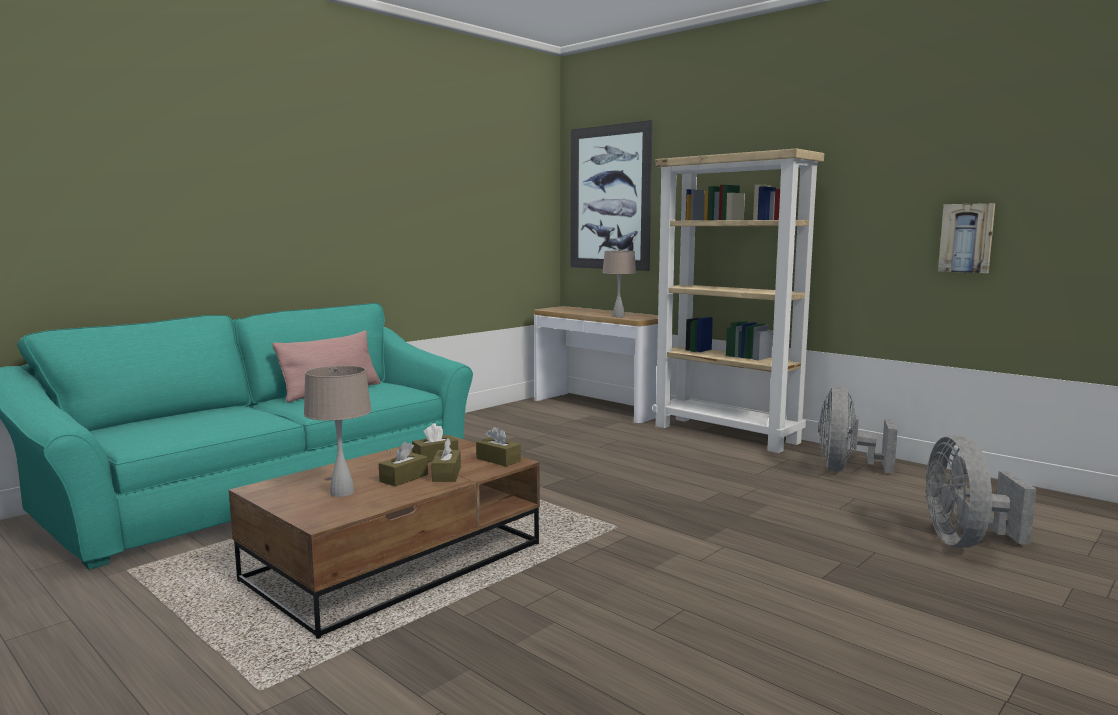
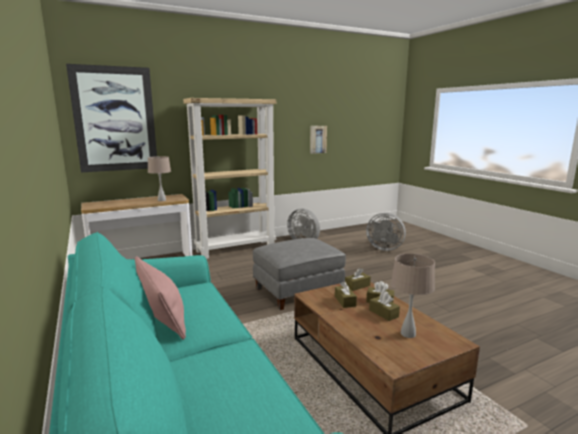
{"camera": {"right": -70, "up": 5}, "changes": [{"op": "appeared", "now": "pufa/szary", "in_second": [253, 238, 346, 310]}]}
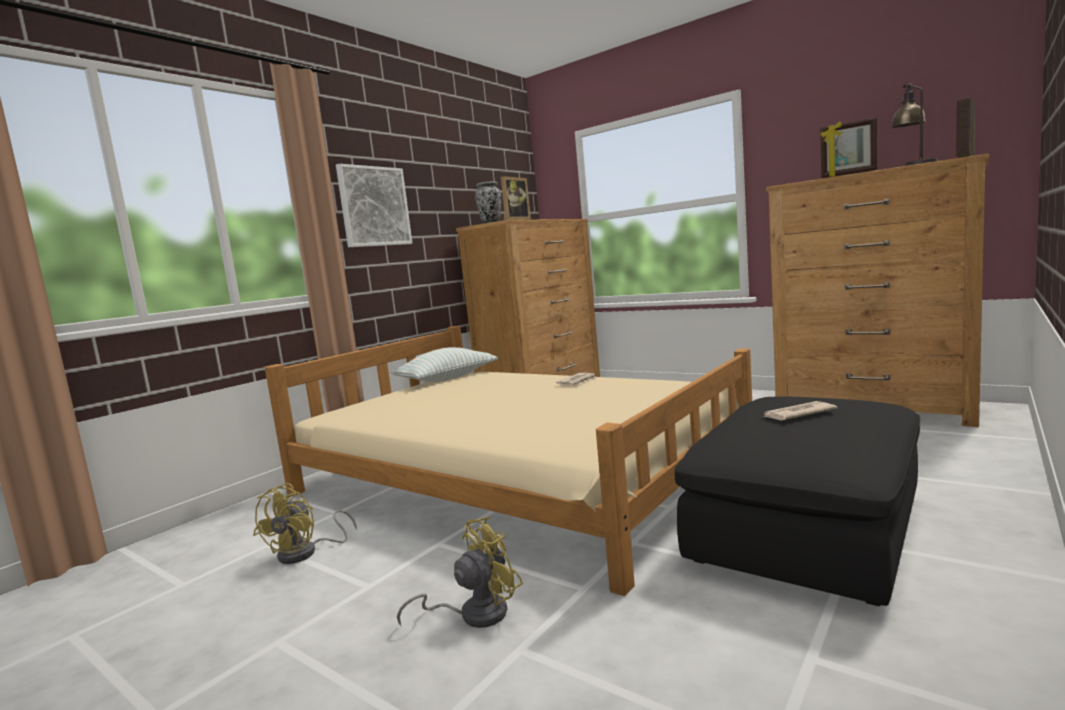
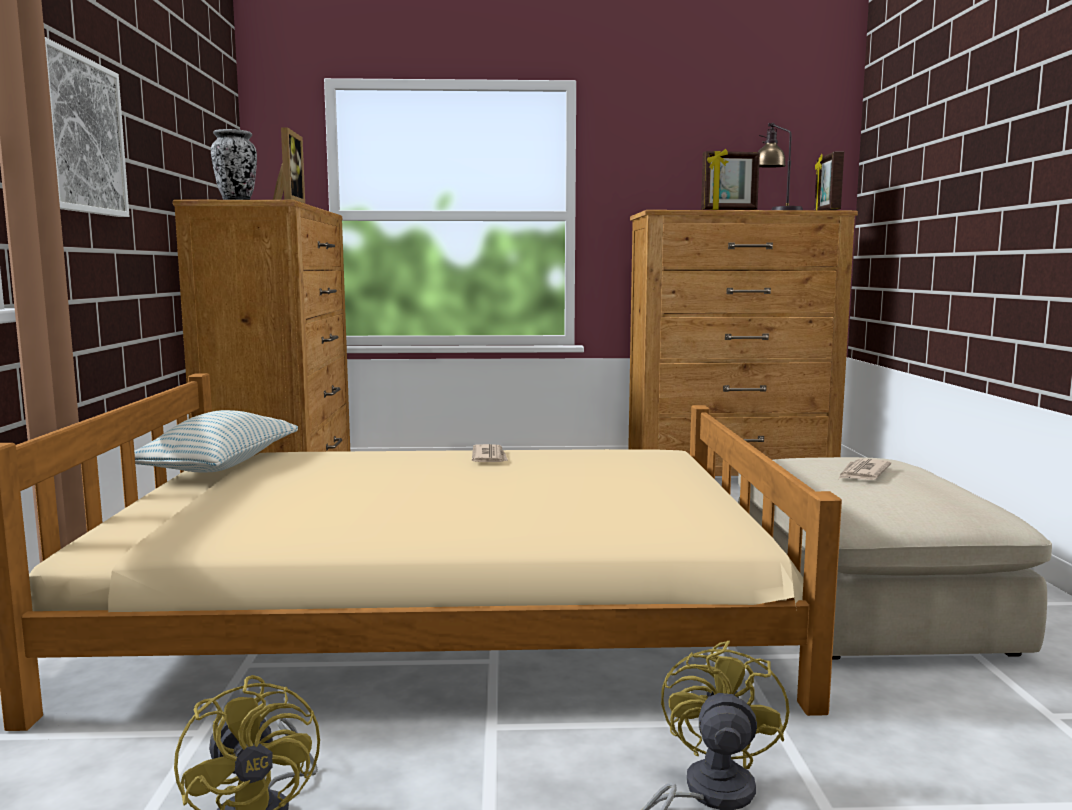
{"camera": {"right": -40, "up": 0}, "changes": [{"op": "colour", "was": "pufa/czarny", "now": "pufa/beżowy", "in_first": [675, 396, 920, 606], "in_second": [738, 457, 1052, 660]}]}
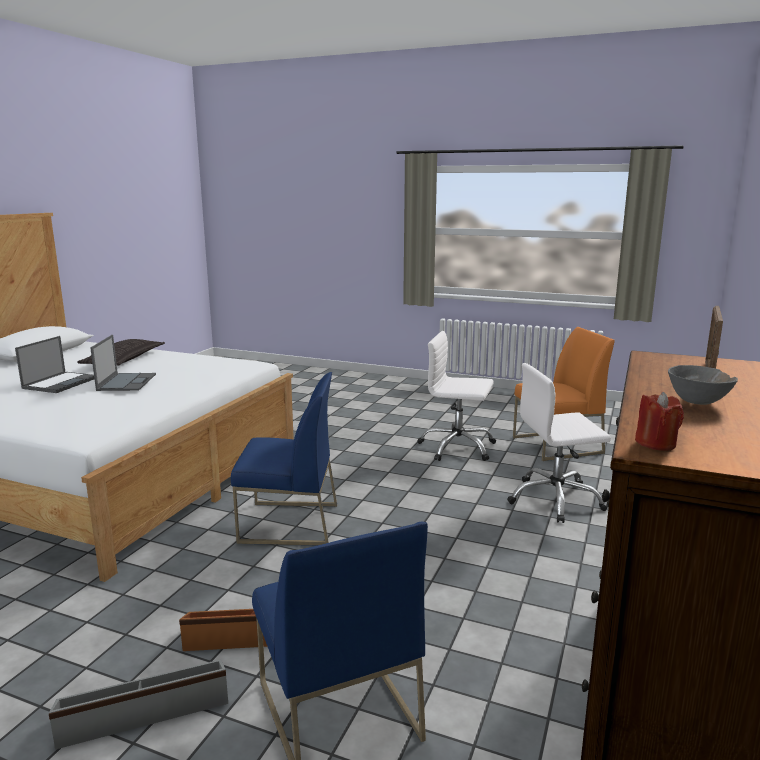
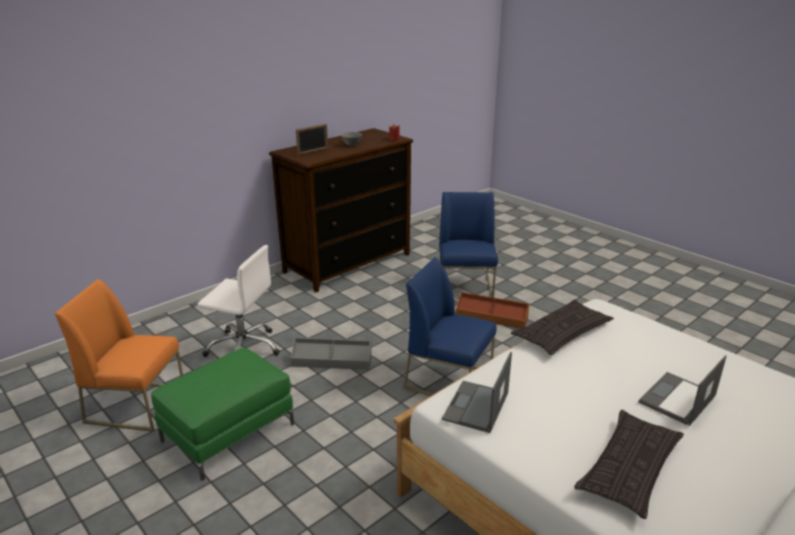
{"camera": {"right": -155, "up": 10}, "changes": [{"op": "relocated", "was": "pojemnik do przechowywania/szary", "in_first": [49, 659, 228, 750], "in_second": [291, 337, 372, 370]}, {"op": "relocated", "was": "laptop", "in_first": [90, 335, 156, 391], "in_second": [442, 352, 512, 433]}, {"op": "exchanged", "was": "krzesło biurowe/biały", "now": "pufa/zielony", "in_first": [417, 331, 496, 461], "in_second": [151, 348, 294, 481]}, {"op": "appeared", "now": "poduszka", "in_second": [511, 300, 614, 355]}]}
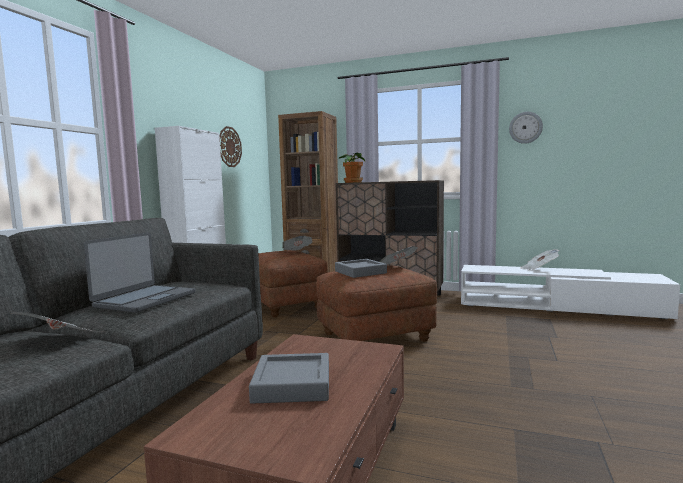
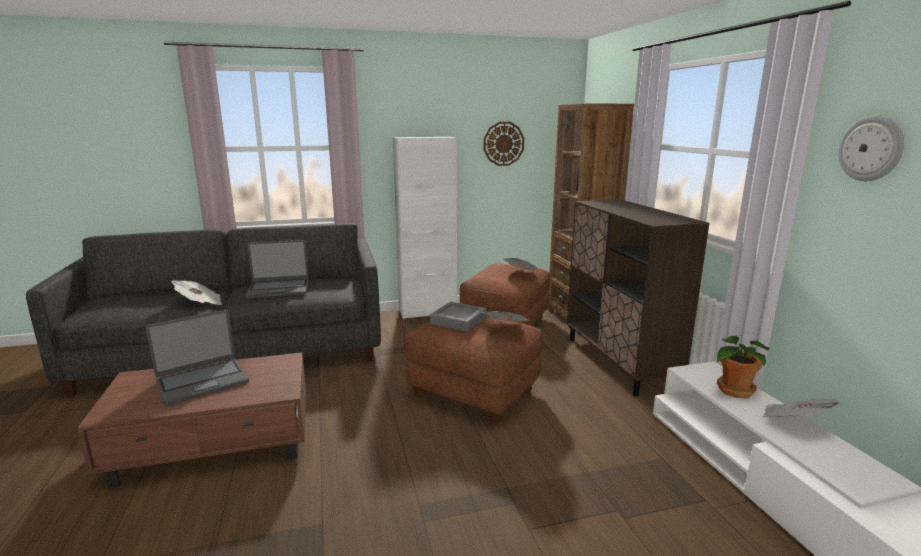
{"camera": {"right": 55, "up": 10}, "changes": [{"op": "exchanged", "was": "taca/szary", "now": "laptop", "in_first": [249, 353, 329, 404], "in_second": [146, 310, 249, 405]}, {"op": "relocated", "was": "roślina doniczkowa", "in_first": [339, 153, 365, 183], "in_second": [717, 336, 770, 398]}]}
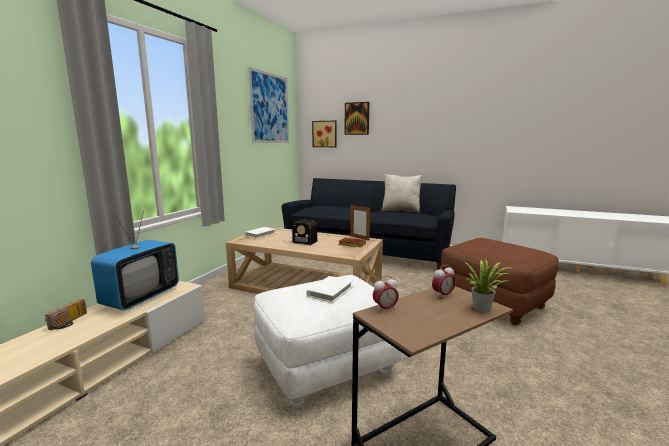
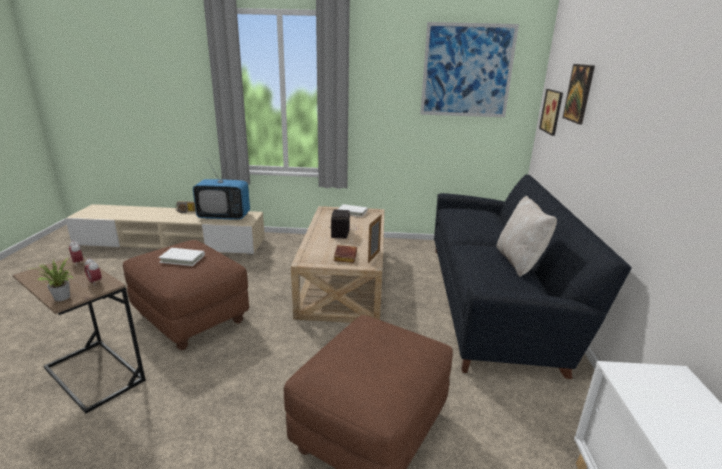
{"camera": {"right": 70, "up": 10}, "changes": [{"op": "colour", "was": "pufa/biały", "now": "pufa/brązowy", "in_first": [254, 275, 402, 409], "in_second": [123, 240, 249, 350]}]}
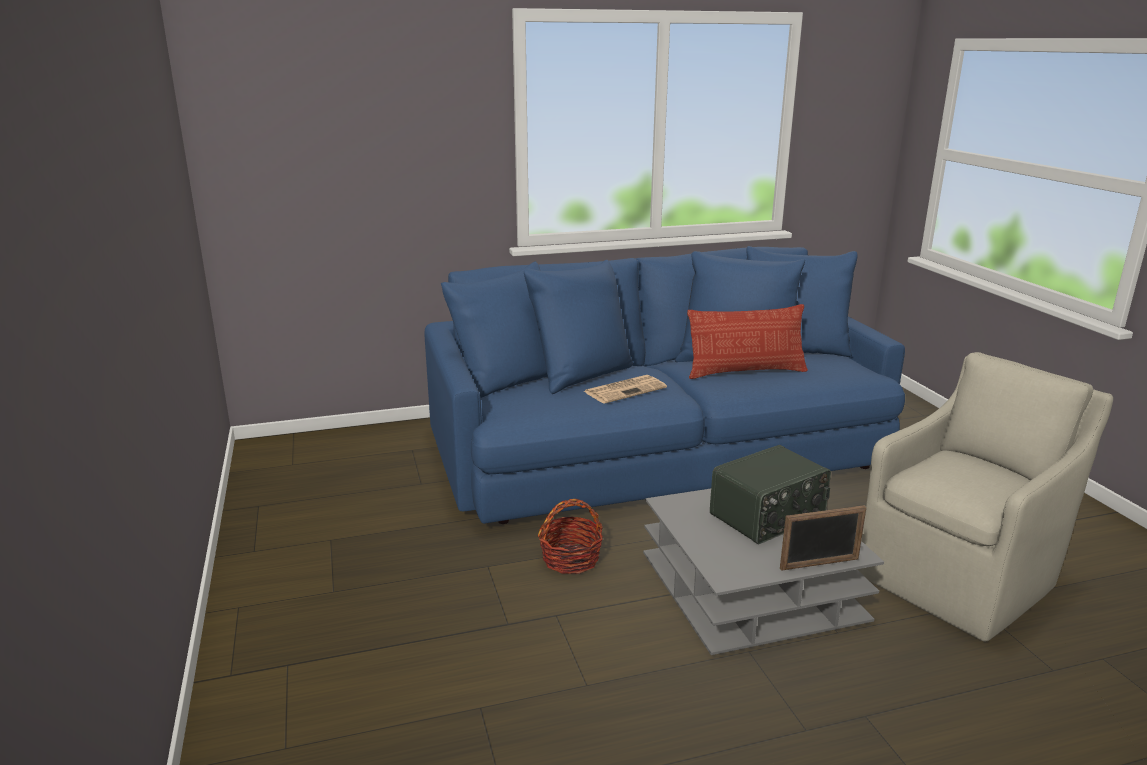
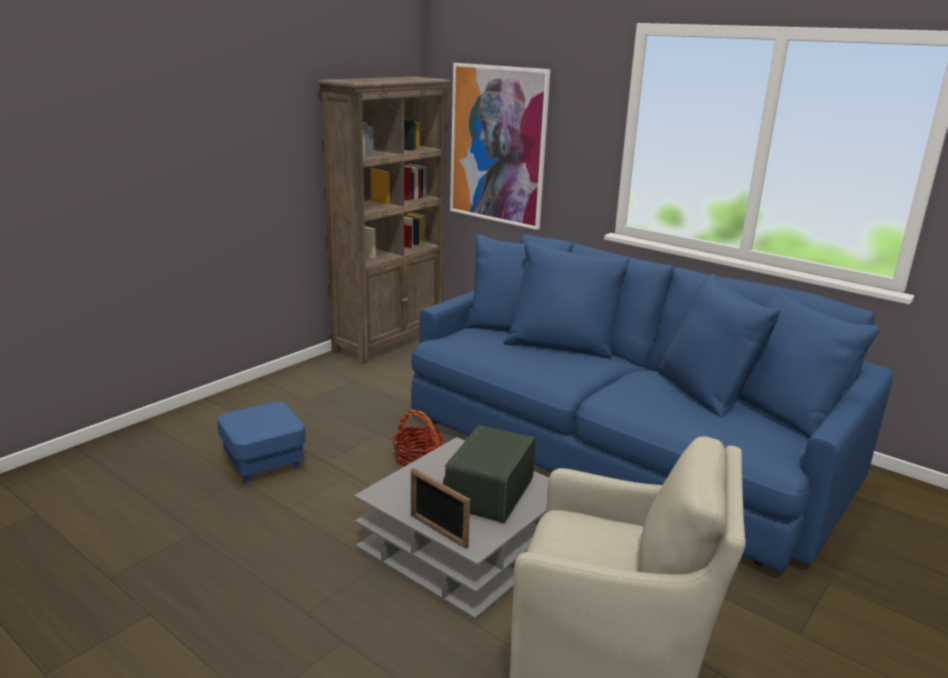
{"camera": {"right": 55, "up": 0}, "changes": [{"op": "missing", "was": "gazeta", "in_first": [583, 375, 667, 404]}, {"op": "missing", "was": "poduszka", "in_first": [687, 304, 808, 379]}, {"op": "spun", "was": "radio", "in_first": [710, 445, 831, 544], "in_second": [443, 425, 536, 523], "clockwise": 90}, {"op": "appeared", "now": "pufa/niebieski", "in_second": [217, 402, 306, 483]}, {"op": "appeared", "now": "regał/brązowy", "in_second": [317, 77, 452, 364]}, {"op": "appeared", "now": "obraz", "in_second": [450, 63, 551, 230]}]}
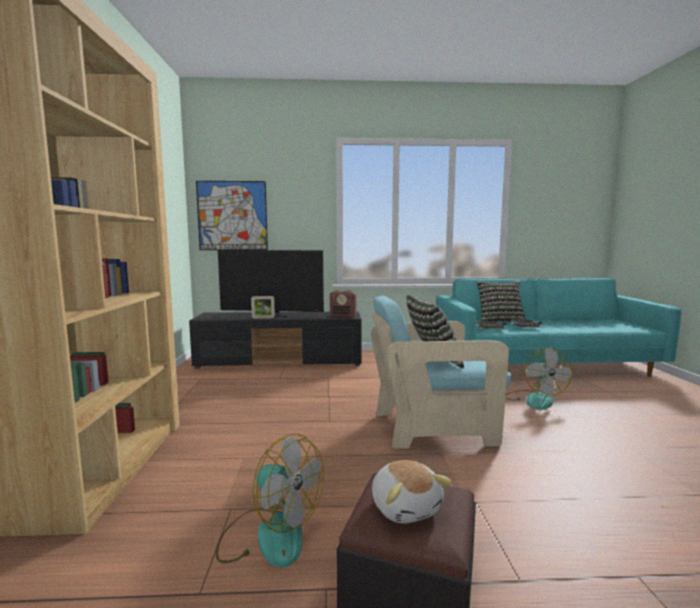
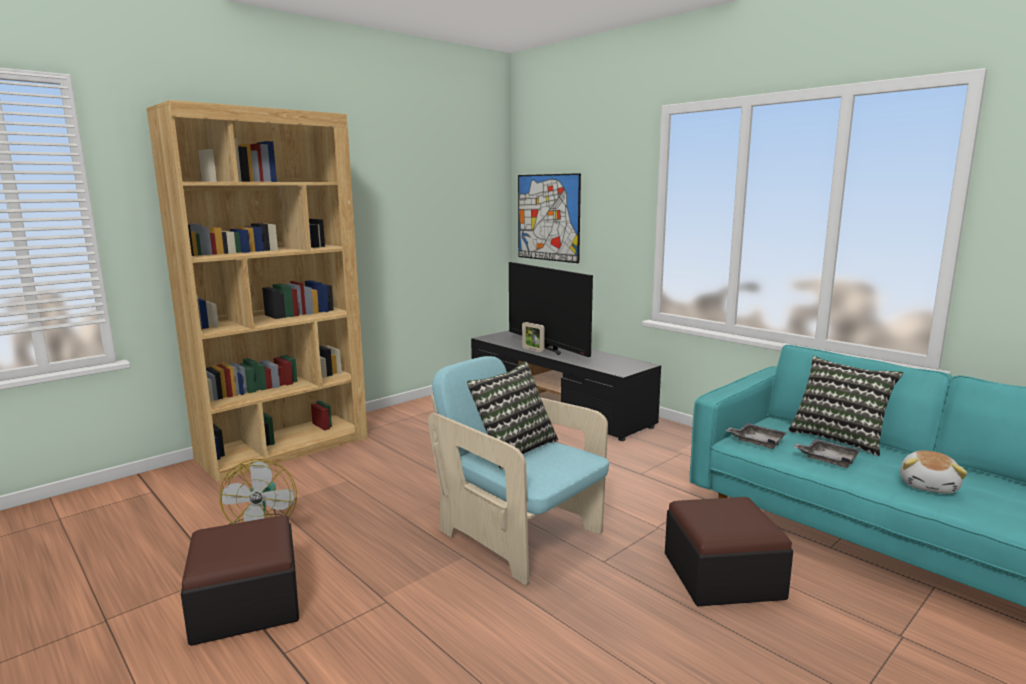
{"camera": {"right": 50, "up": 5}, "changes": [{"op": "missing", "was": "radio", "in_first": [330, 289, 357, 318]}, {"op": "relocated", "was": "pluszak", "in_first": [372, 460, 452, 524], "in_second": [900, 451, 967, 494]}, {"op": "exchanged", "was": "wentylator", "now": "pufa", "in_first": [505, 347, 572, 409], "in_second": [665, 497, 793, 606]}]}
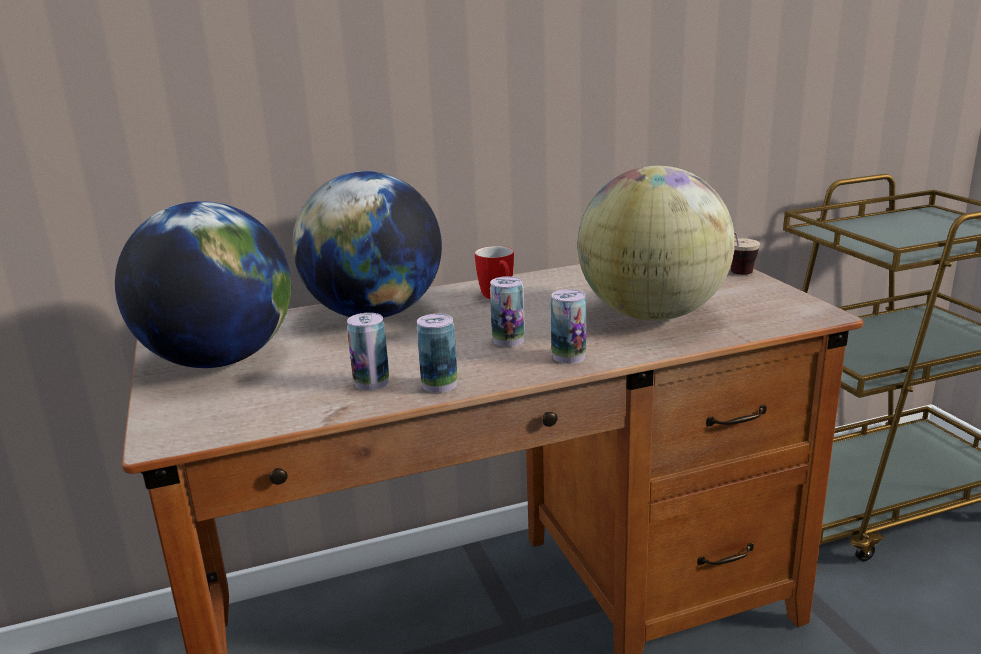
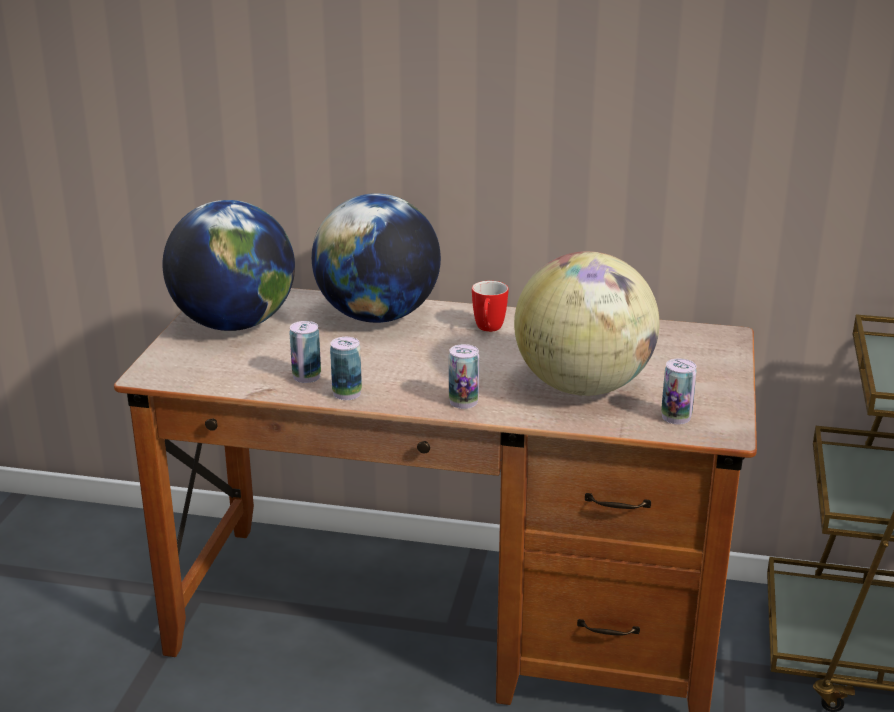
{"camera": {"right": 30, "up": 5}, "changes": [{"op": "relocated", "was": "puszka", "in_first": [490, 276, 525, 347], "in_second": [661, 358, 697, 424]}, {"op": "missing", "was": "filiżanka", "in_first": [731, 232, 760, 275]}]}
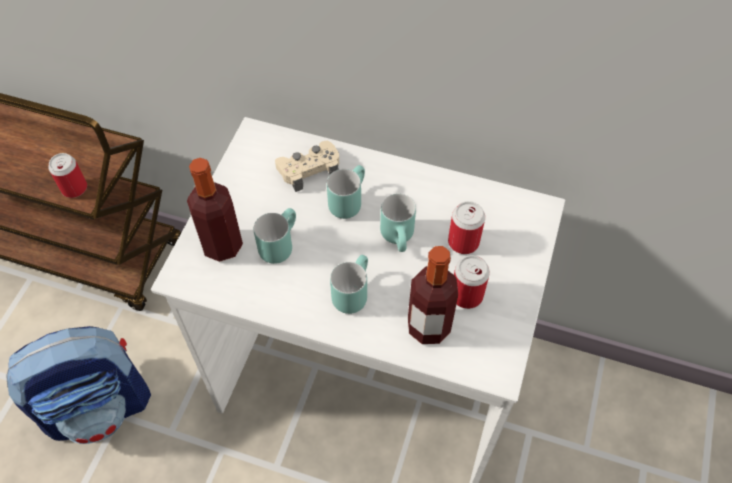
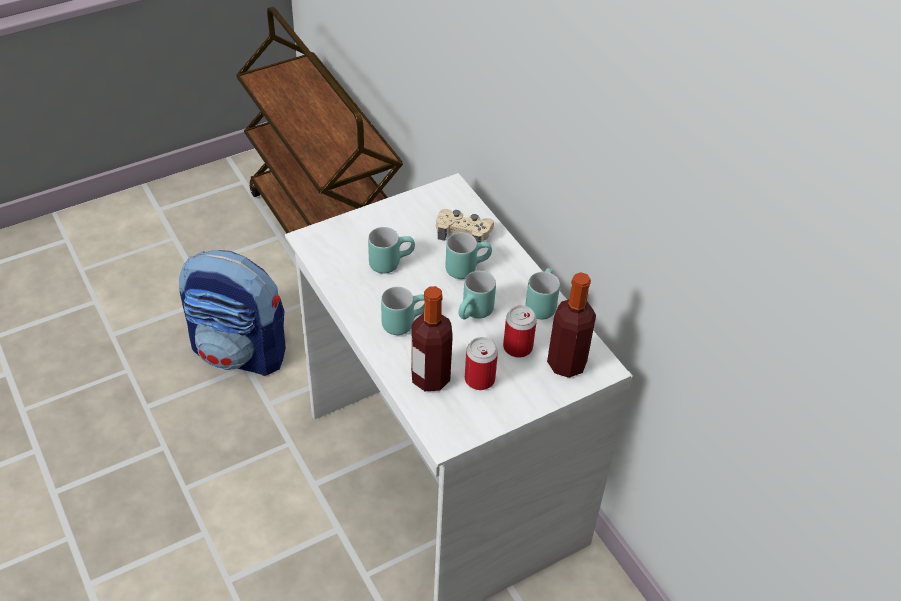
{"camera": {"right": 40, "up": -10}, "changes": [{"op": "missing", "was": "puszka", "in_first": [48, 153, 87, 198]}, {"op": "relocated", "was": "butelka", "in_first": [187, 158, 243, 262], "in_second": [547, 272, 596, 378]}, {"op": "appeared", "now": "kubek/turkusowy", "in_second": [525, 268, 560, 320]}]}
